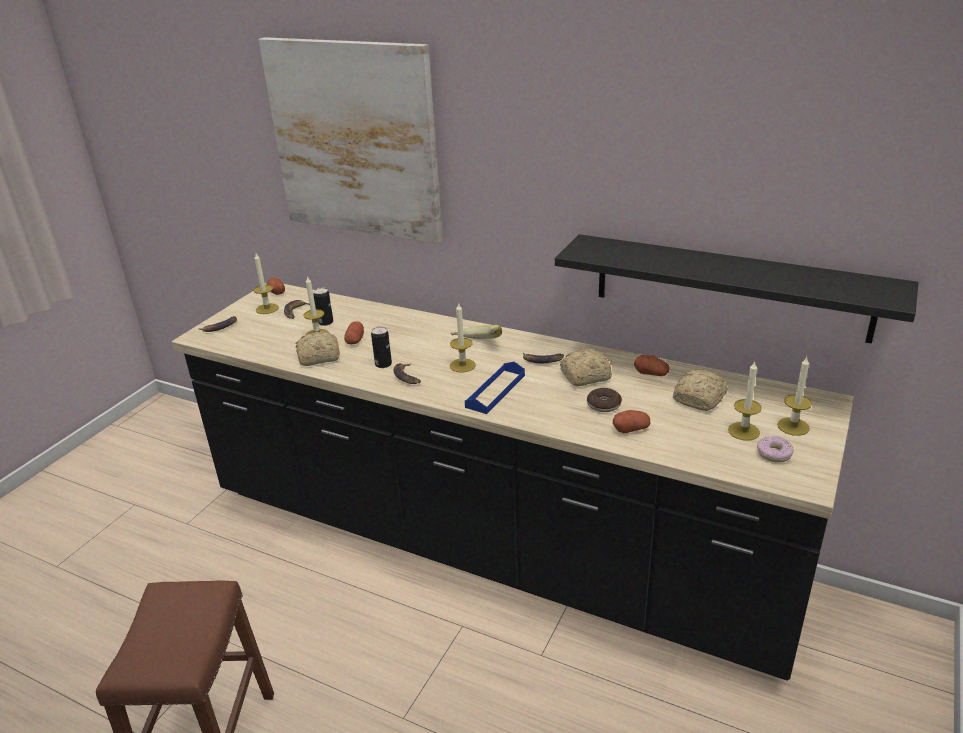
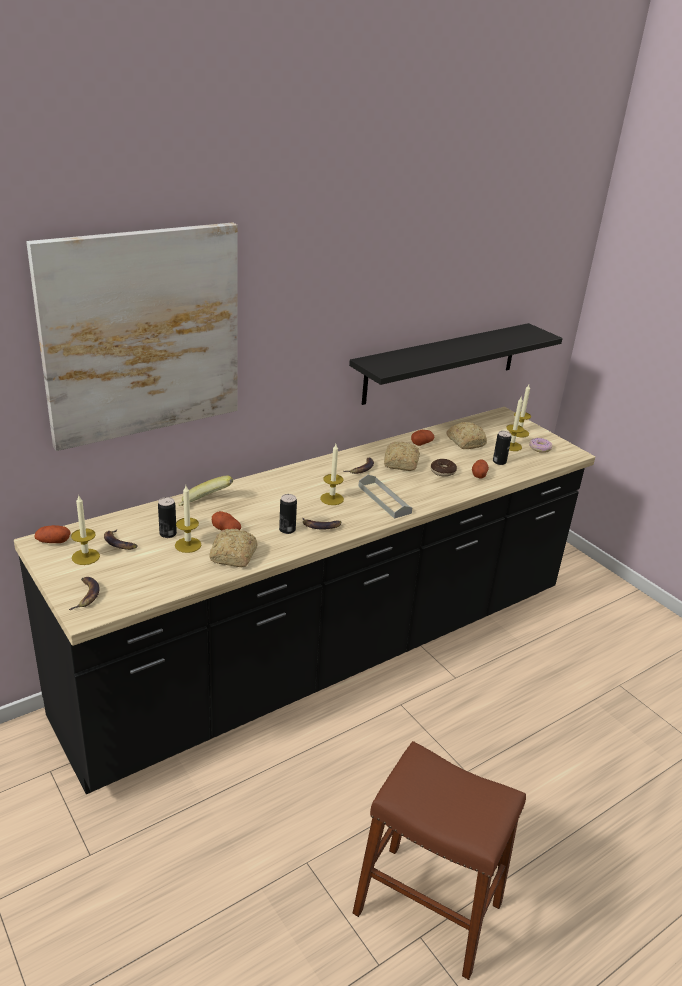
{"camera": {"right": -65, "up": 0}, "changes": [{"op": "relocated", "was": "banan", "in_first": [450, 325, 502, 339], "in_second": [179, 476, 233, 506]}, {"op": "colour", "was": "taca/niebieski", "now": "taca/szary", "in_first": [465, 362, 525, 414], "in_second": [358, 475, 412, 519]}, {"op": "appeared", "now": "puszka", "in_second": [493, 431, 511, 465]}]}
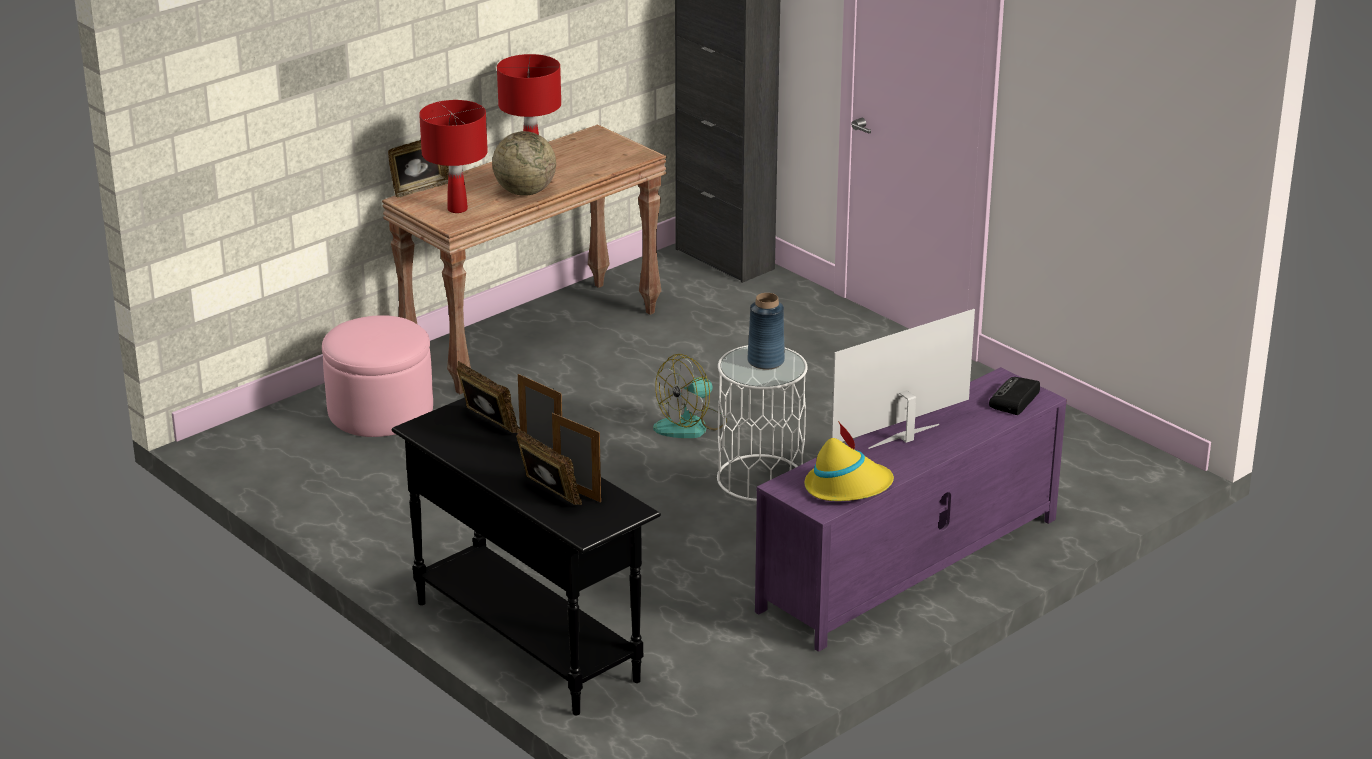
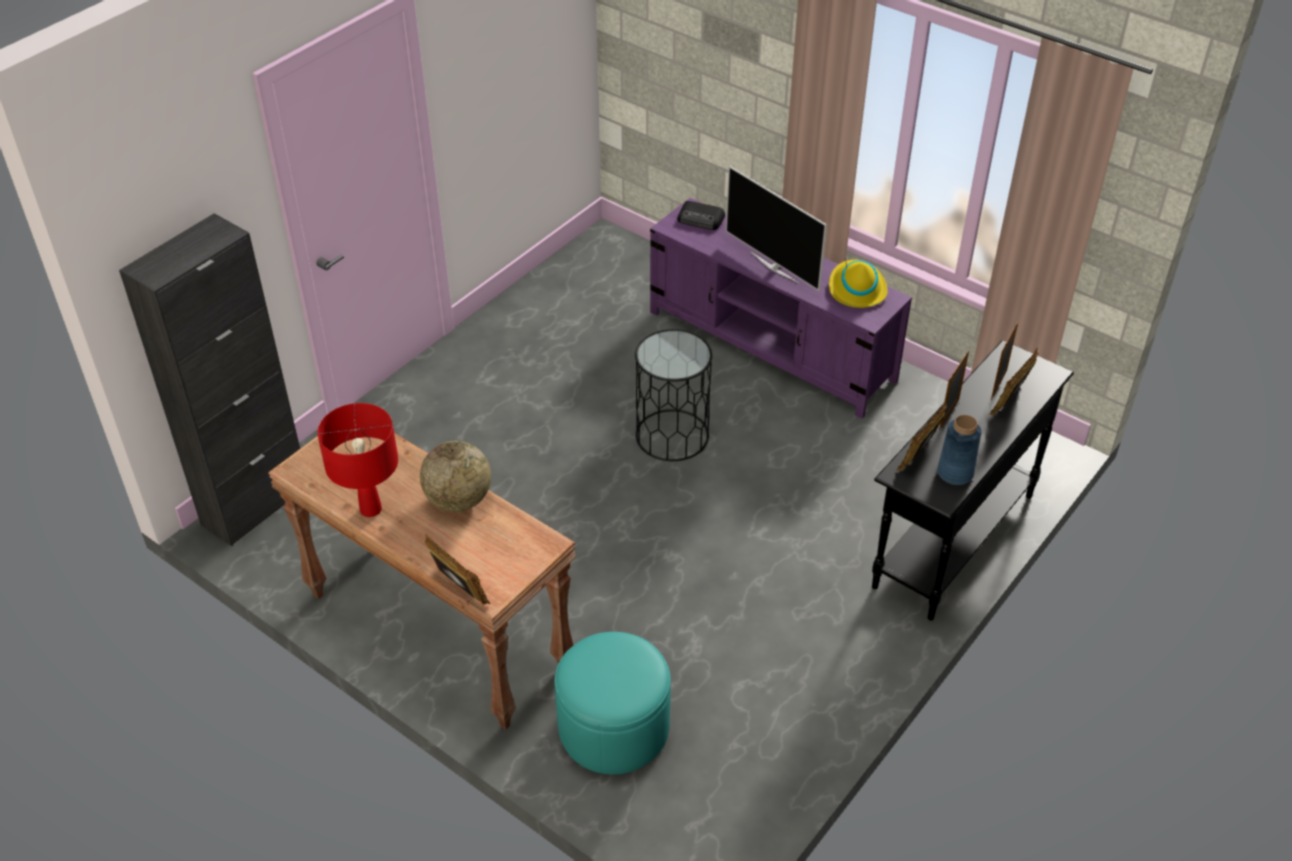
{"camera": {"right": -100, "up": 15}, "changes": [{"op": "colour", "was": "pufa/różowy", "now": "pufa/turkusowy", "in_first": [322, 315, 433, 437], "in_second": [554, 632, 671, 775]}, {"op": "missing", "was": "lampa stołowa/czerwony", "in_first": [419, 100, 488, 213]}, {"op": "missing", "was": "wentylator", "in_first": [653, 354, 727, 438]}, {"op": "colour", "was": "stolik/biały", "now": "stolik/czarny", "in_first": [717, 345, 808, 501], "in_second": [635, 329, 712, 461]}, {"op": "relocated", "was": "wazon/niebieski", "in_first": [747, 293, 785, 369], "in_second": [937, 415, 982, 485]}]}
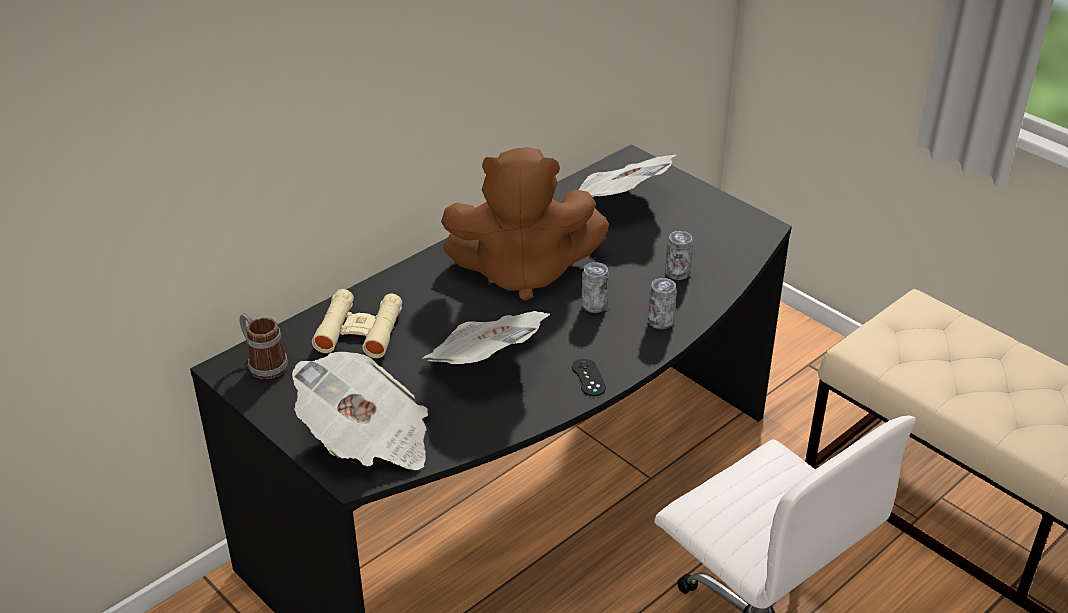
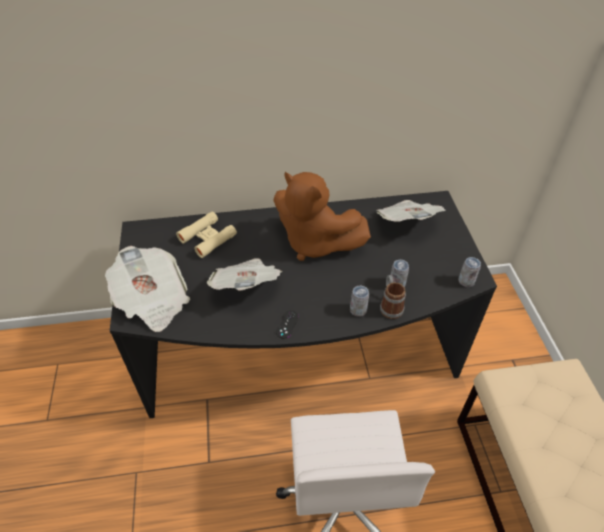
{"camera": {"right": 35, "up": 10}, "changes": [{"op": "relocated", "was": "kubek", "in_first": [239, 313, 288, 379], "in_second": [380, 275, 406, 319]}, {"op": "relocated", "was": "puszka", "in_first": [581, 262, 609, 313], "in_second": [458, 257, 481, 287]}]}
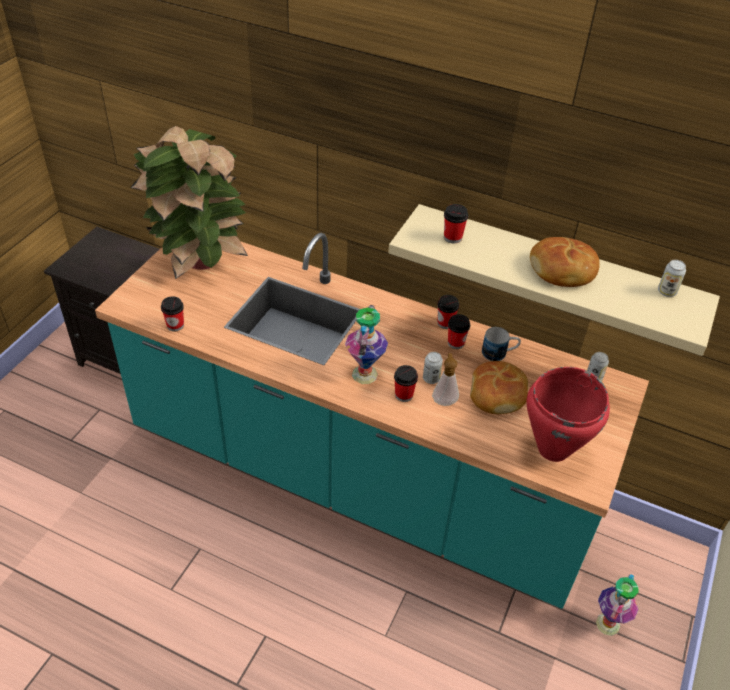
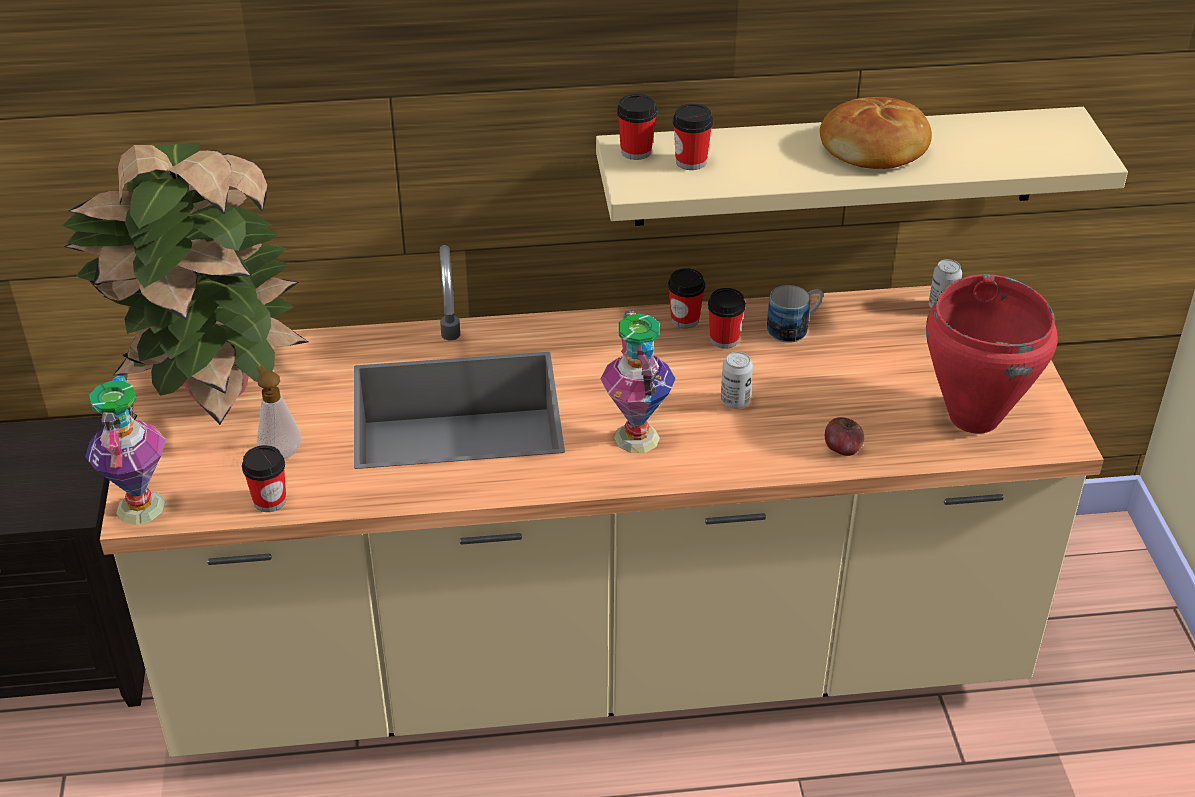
{"camera": {"right": -30, "up": -5}, "changes": [{"op": "colour", "was": "zabudowa kuchenna/turkusowy", "now": "zabudowa kuchenna/beżowy", "in_first": [95, 233, 649, 609], "in_second": [100, 245, 1104, 757]}, {"op": "relocated", "was": "filiżanka", "in_first": [394, 365, 418, 402], "in_second": [617, 94, 657, 160]}, {"op": "relocated", "was": "dozownik mydła", "in_first": [432, 353, 459, 406], "in_second": [257, 366, 302, 459]}, {"op": "missing", "was": "chleb", "in_first": [470, 361, 528, 414]}, {"op": "relocated", "was": "wazon", "in_first": [596, 574, 638, 636], "in_second": [85, 376, 166, 525]}, {"op": "missing", "was": "puszka", "in_first": [658, 260, 686, 297]}, {"op": "appeared", "now": "jabłko", "in_second": [825, 417, 864, 456]}]}
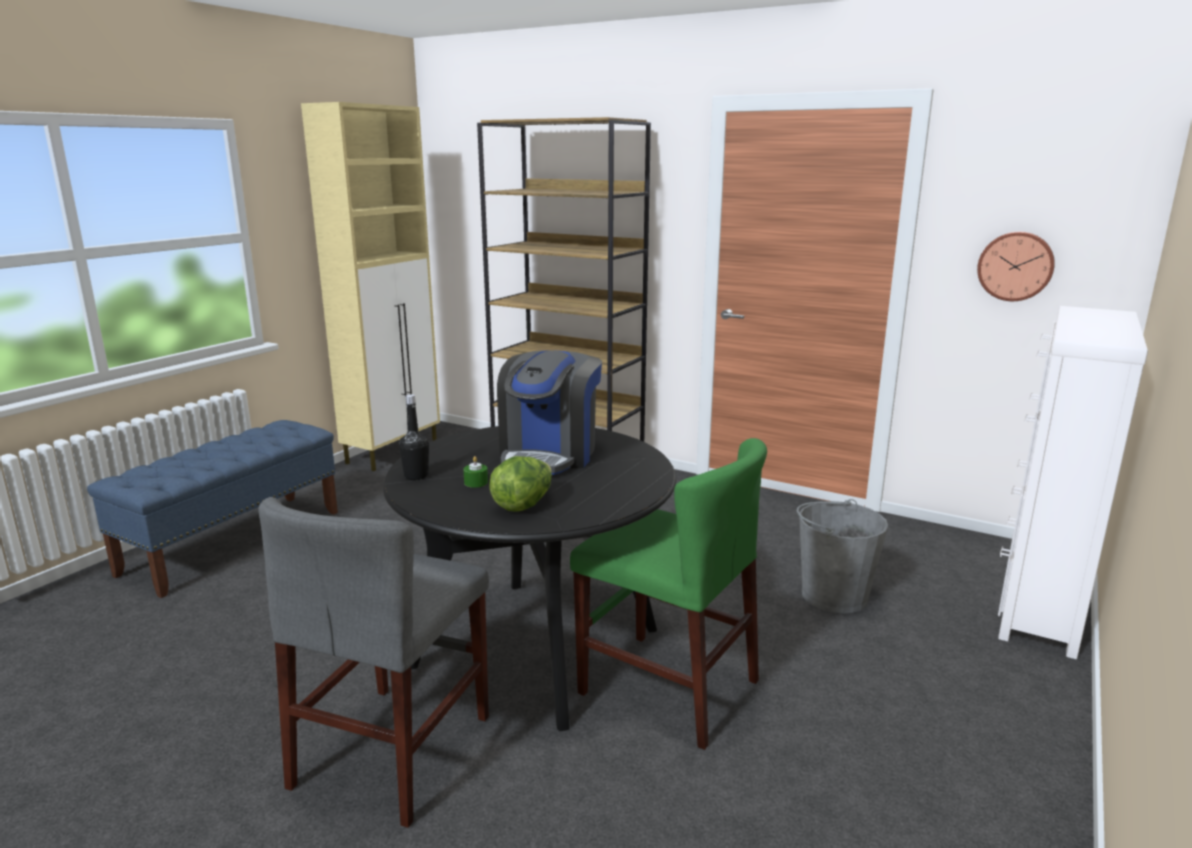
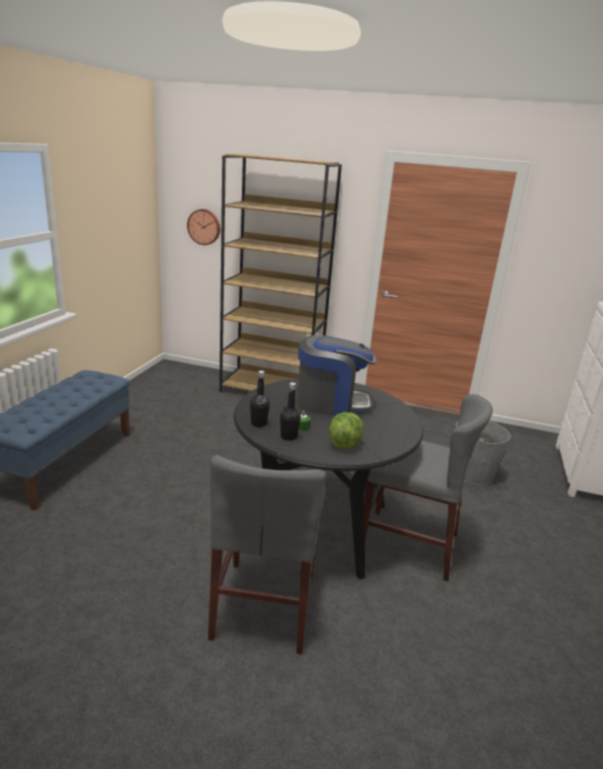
{"camera": {"right": -15, "up": 5}, "changes": [{"op": "missing", "was": "szafka/beżowy", "in_first": [301, 102, 440, 471]}, {"op": "spun", "was": "ekspres do kawy", "in_first": [497, 350, 602, 475], "in_second": [297, 335, 377, 416], "clockwise": -90}, {"op": "colour", "was": "krzesło/zielony", "now": "krzesło/szary", "in_first": [570, 438, 767, 750], "in_second": [364, 394, 493, 581]}, {"op": "relocated", "was": "zegar ścienny", "in_first": [977, 232, 1055, 301], "in_second": [187, 209, 220, 245]}, {"op": "appeared", "now": "butelka/czarny", "in_second": [280, 382, 301, 441]}]}
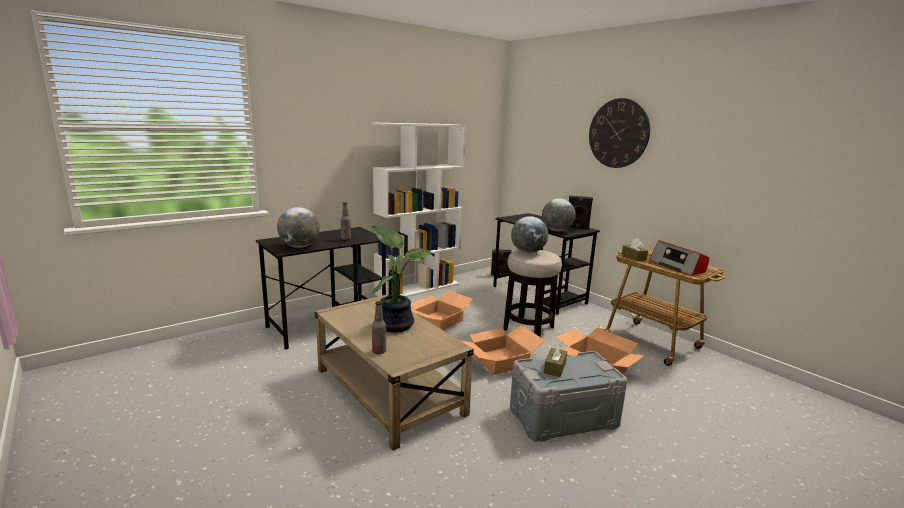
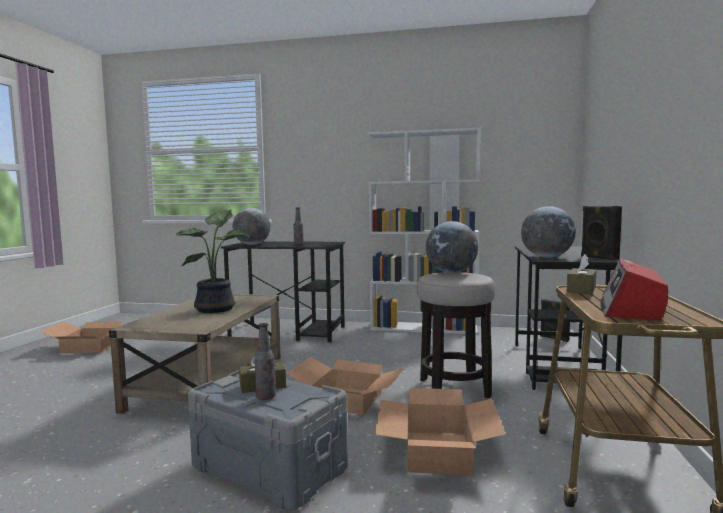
{"camera": {"right": 50, "up": -10}, "changes": [{"op": "relocated", "was": "butelka", "in_first": [372, 301, 386, 354], "in_second": [255, 323, 276, 400]}, {"op": "relocated", "was": "karton", "in_first": [411, 290, 473, 330], "in_second": [39, 321, 123, 353]}, {"op": "missing", "was": "zegar ścienny", "in_first": [589, 98, 650, 168]}]}
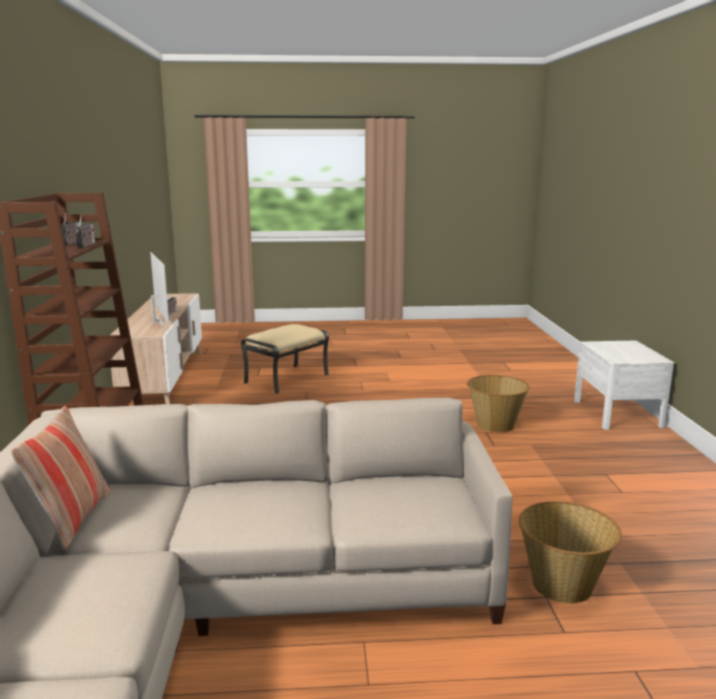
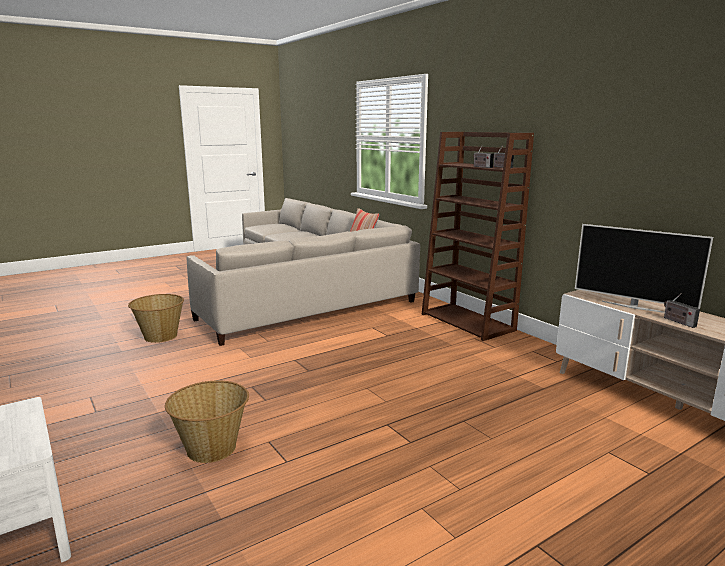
{"camera": {"right": 150, "up": 0}, "changes": [{"op": "missing", "was": "pufa/beżowy", "in_first": [241, 324, 329, 394]}]}
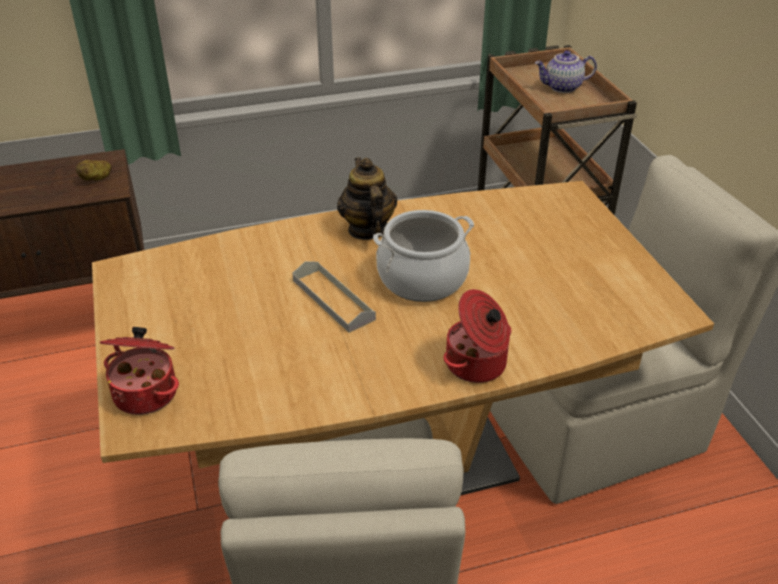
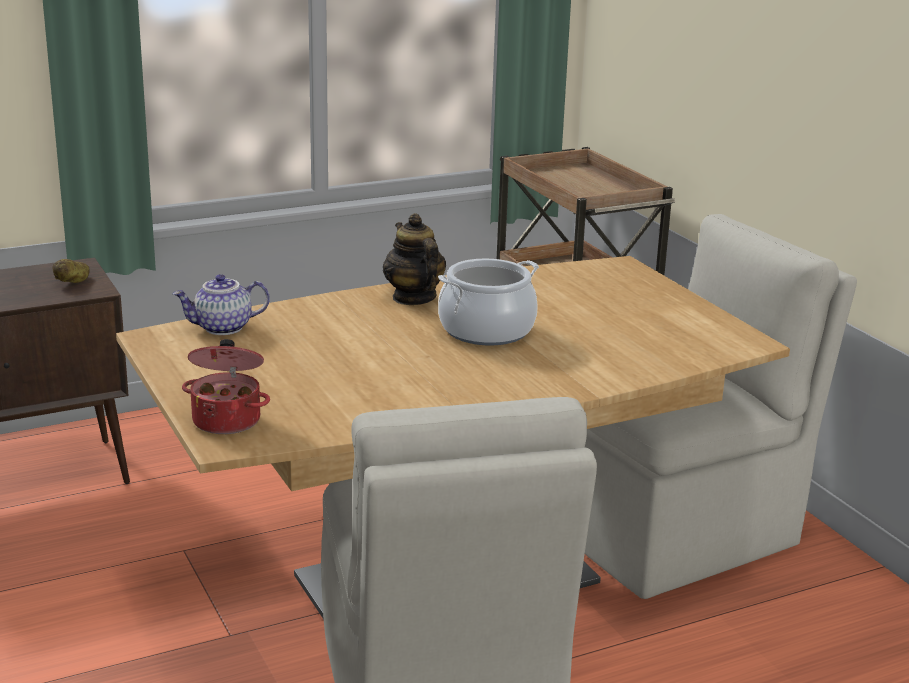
{"camera": {"right": -10, "up": -15}, "changes": [{"op": "missing", "was": "taca/szary", "in_first": [292, 261, 376, 333]}, {"op": "missing", "was": "garnek", "in_first": [443, 289, 512, 383]}, {"op": "relocated", "was": "imbryk", "in_first": [535, 50, 597, 93], "in_second": [172, 274, 270, 335]}]}
